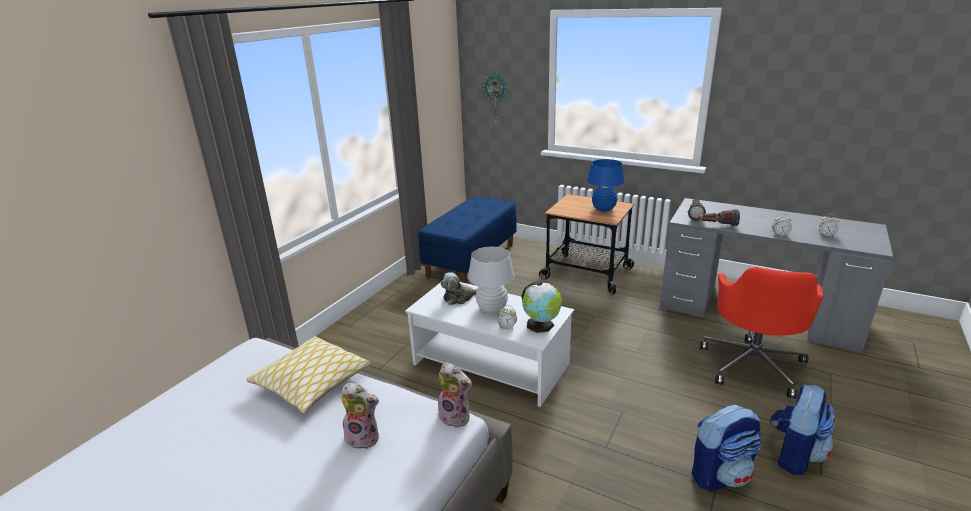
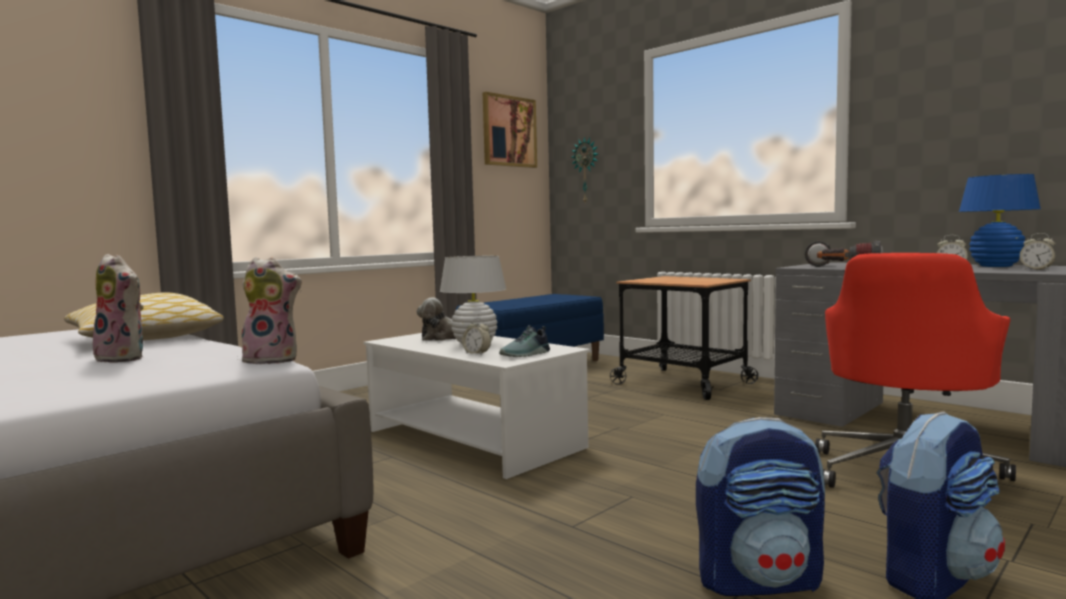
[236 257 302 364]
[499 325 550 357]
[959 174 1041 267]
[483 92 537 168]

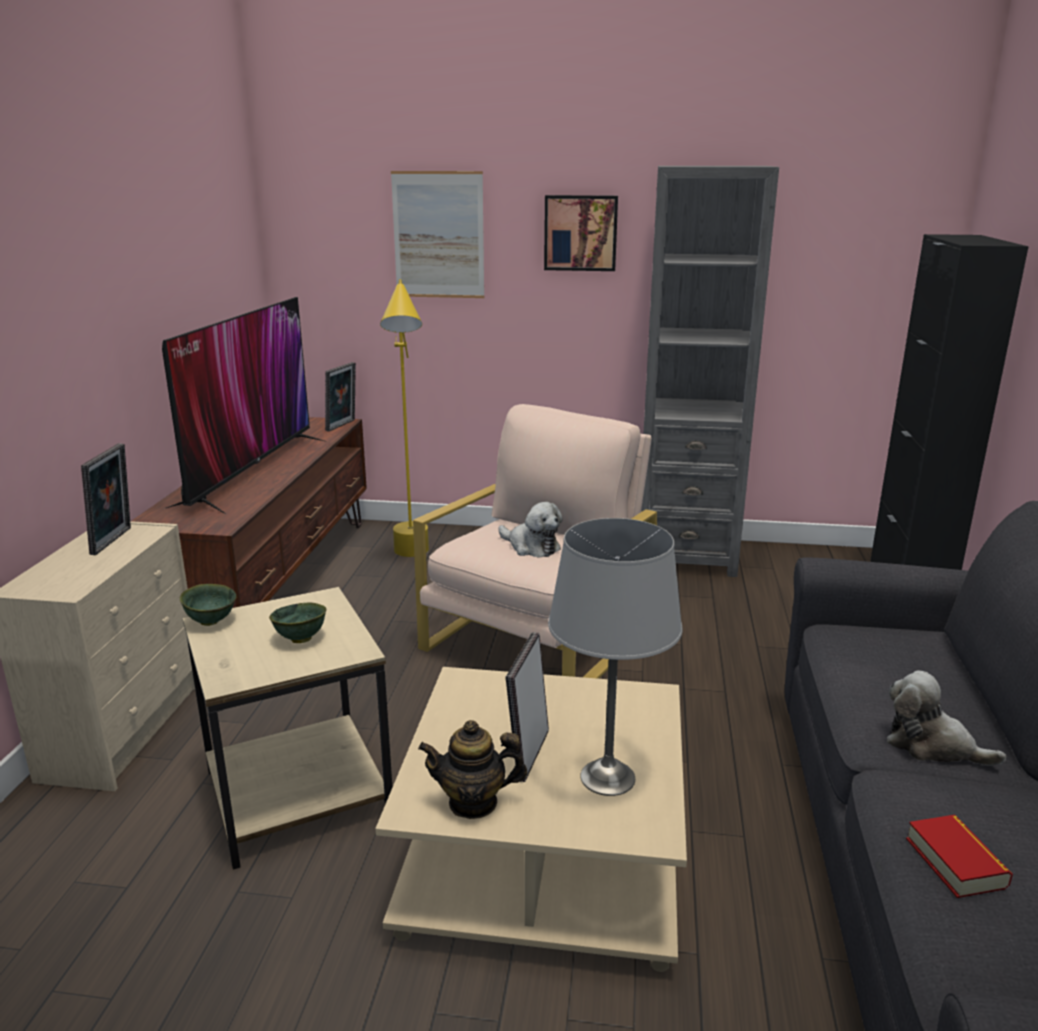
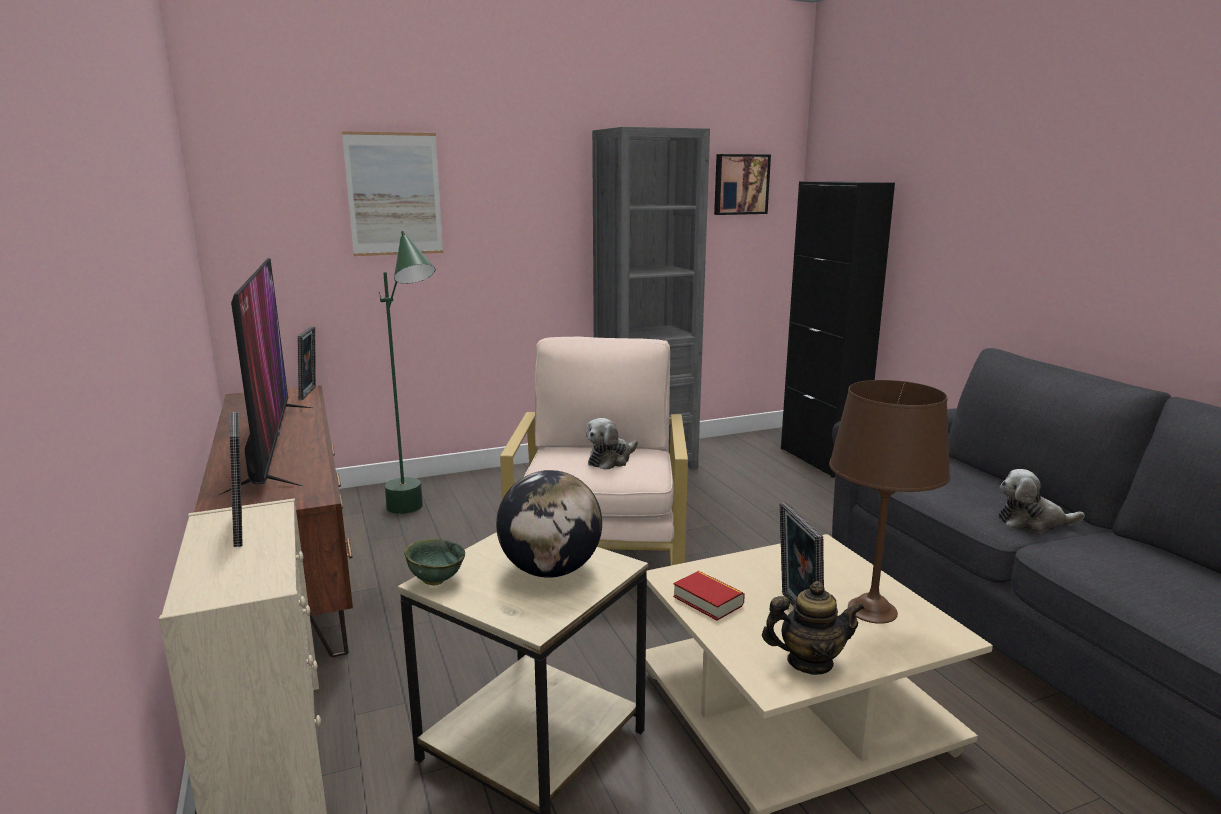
[496 470 602 578]
[379 231 435 514]
[762 581 865 675]
[586 418 638 470]
[714 154 771 215]
[829 380 950 624]
[673 571 745 621]

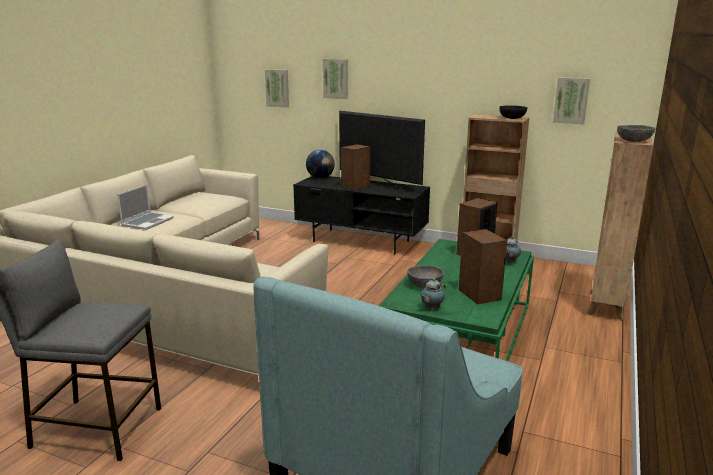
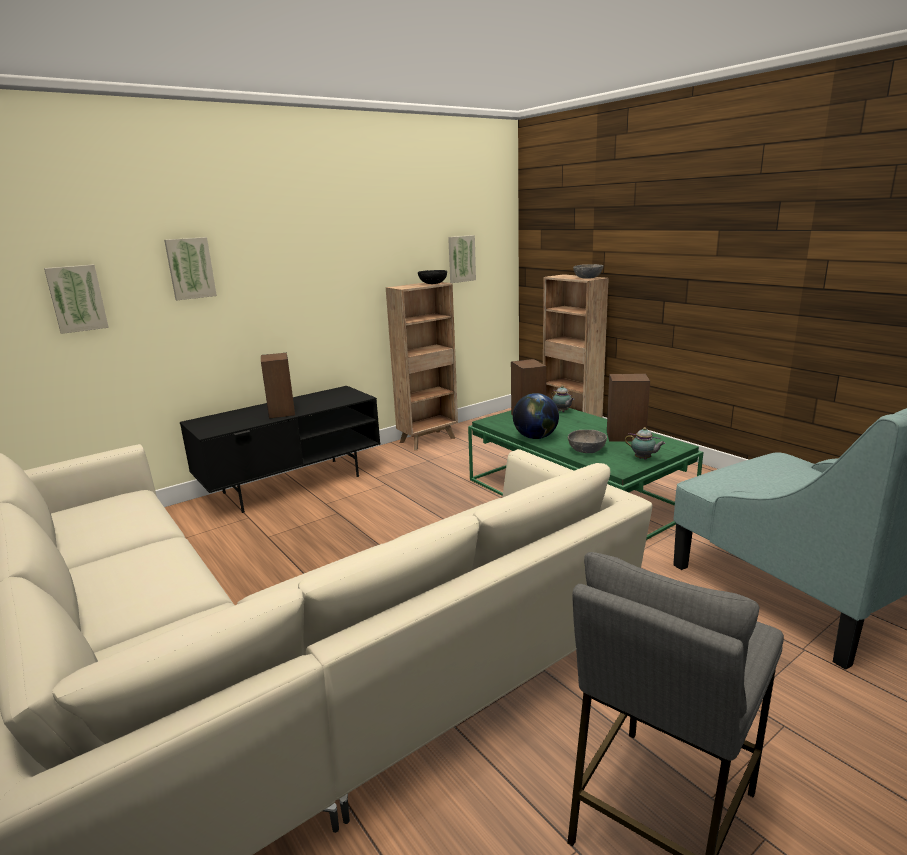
[117 185 174 230] (first image)
[513 393 559 439]
[339 111 425 190] (first image)
[625 427 665 460]

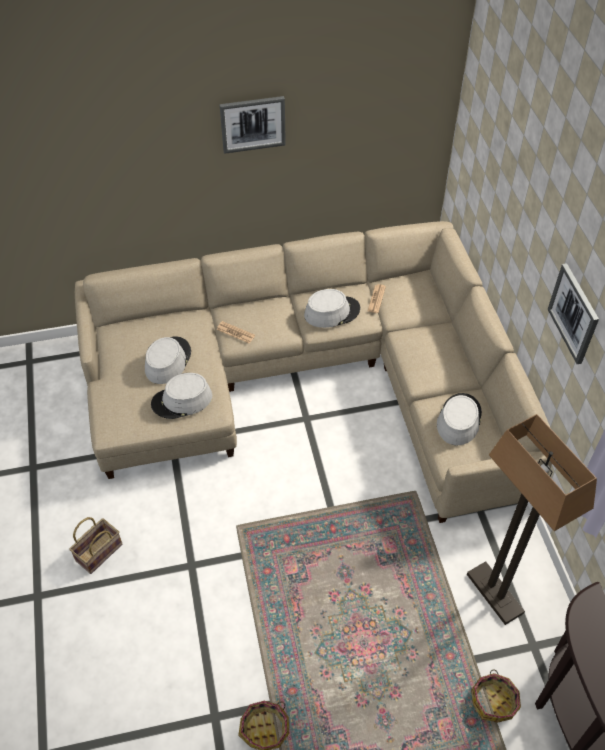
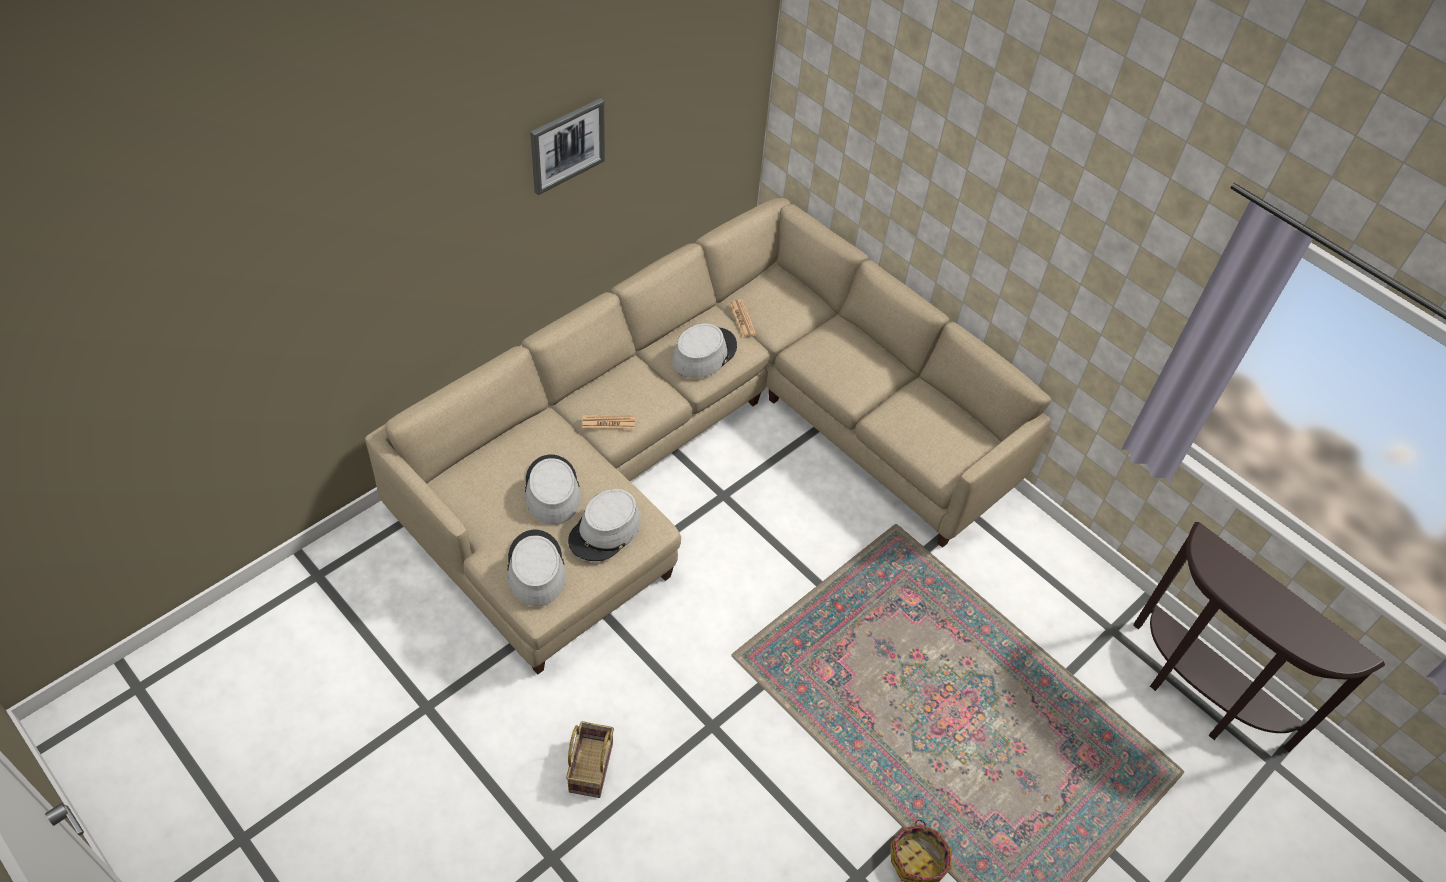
[507 530 566 606]
[467 414 597 625] (first image)
[471 670 521 723] (first image)
[548 263 599 364] (first image)

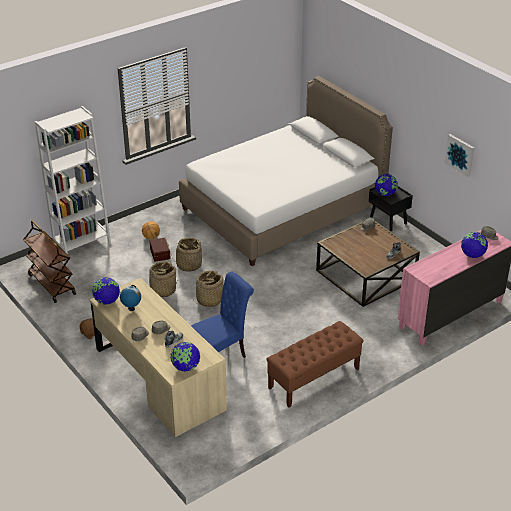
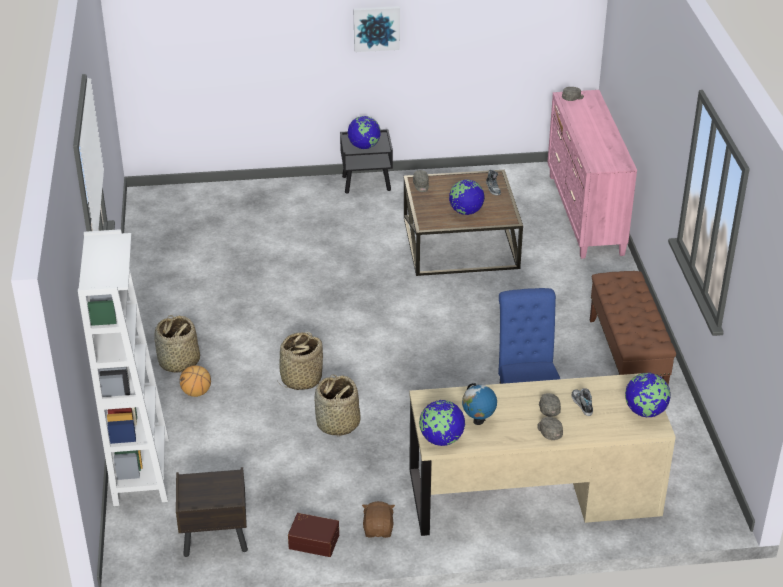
[176 467 248 557]
[288 513 339 557]
[179 76 393 266] (first image)
[154 315 200 373]
[354 6 400 52]
[449 179 485 215]

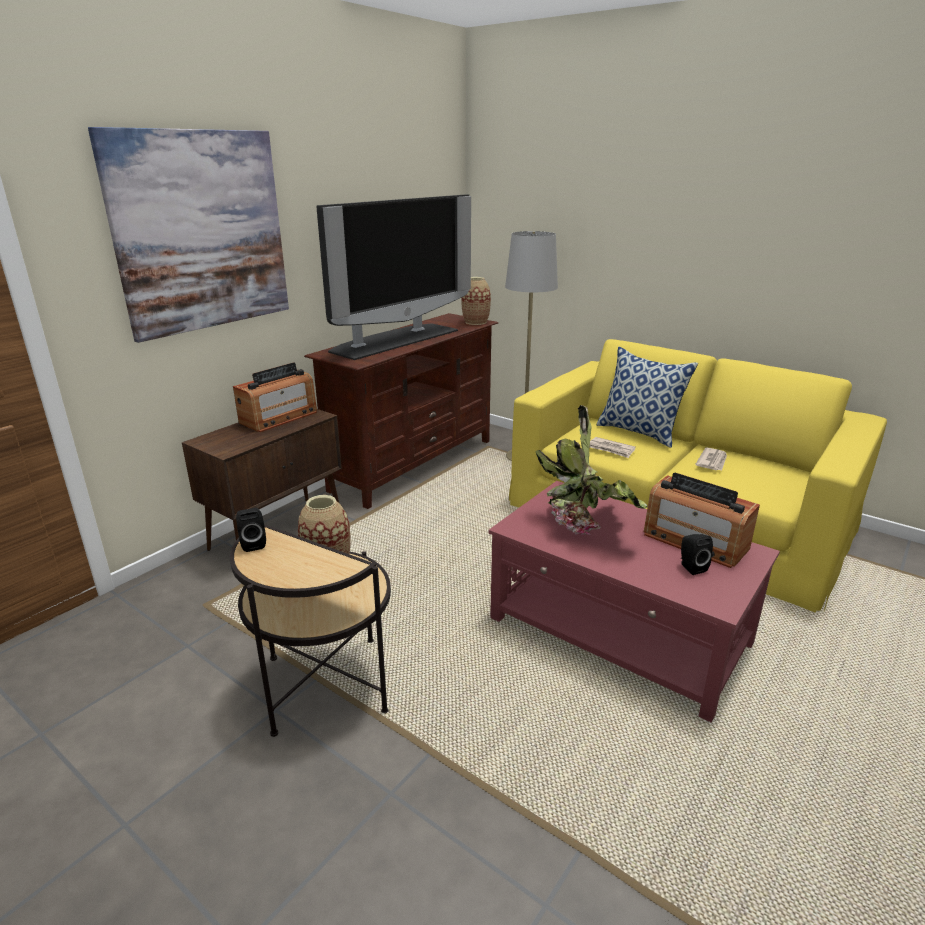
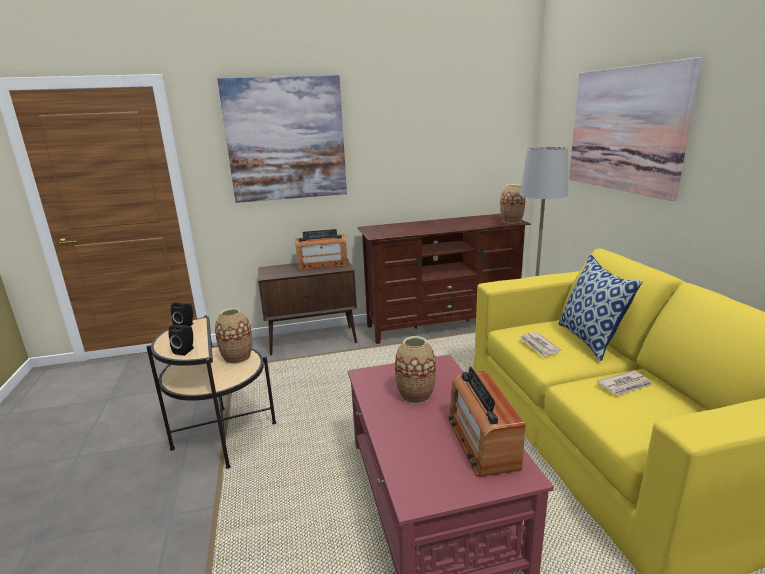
[317 194 471 360] (first image)
[395 336 436 404]
[168 325 194 356]
[569 57 702 201]

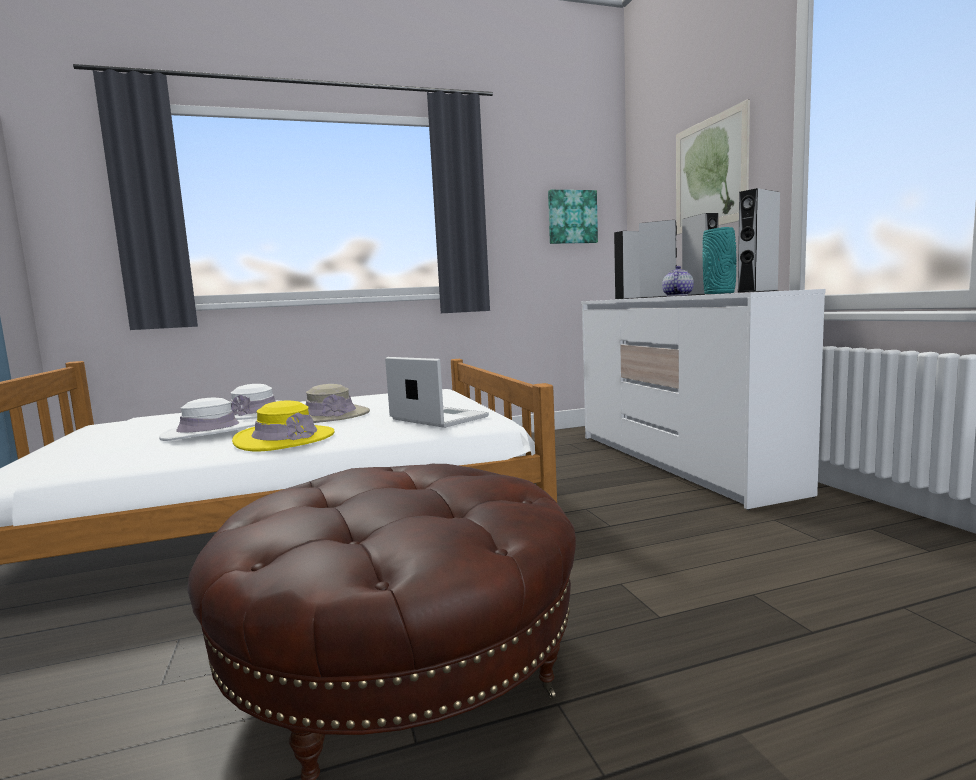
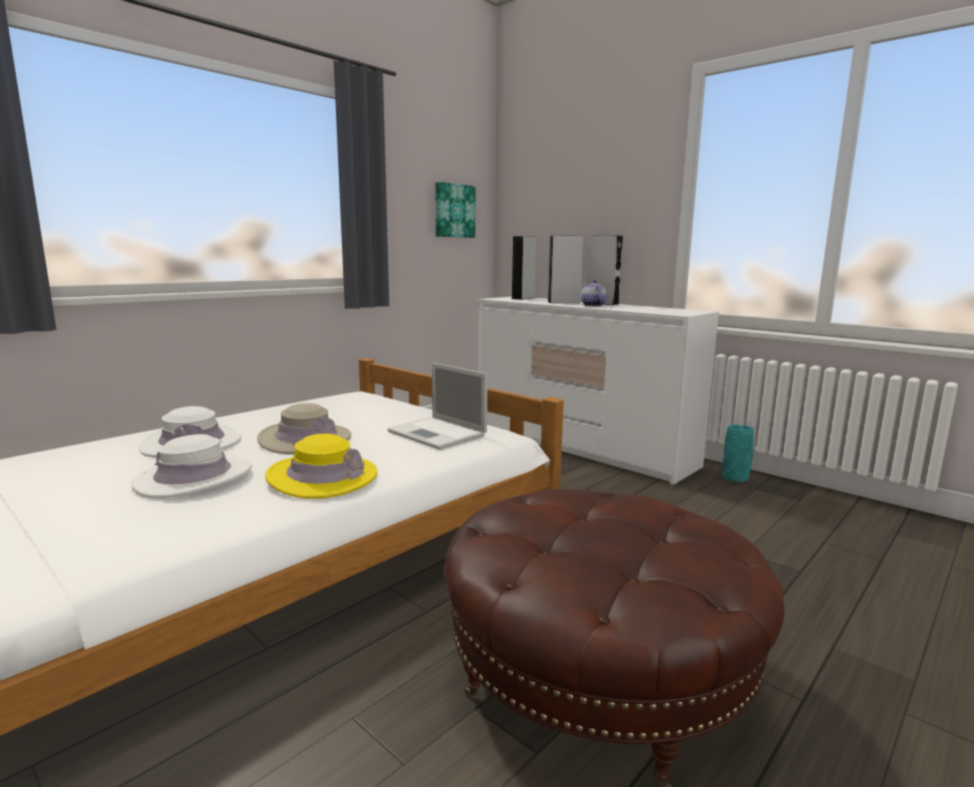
[387 363 488 450]
[676 99 750 234] (first image)
[723 424 754 482]
[737 188 780 293] (first image)

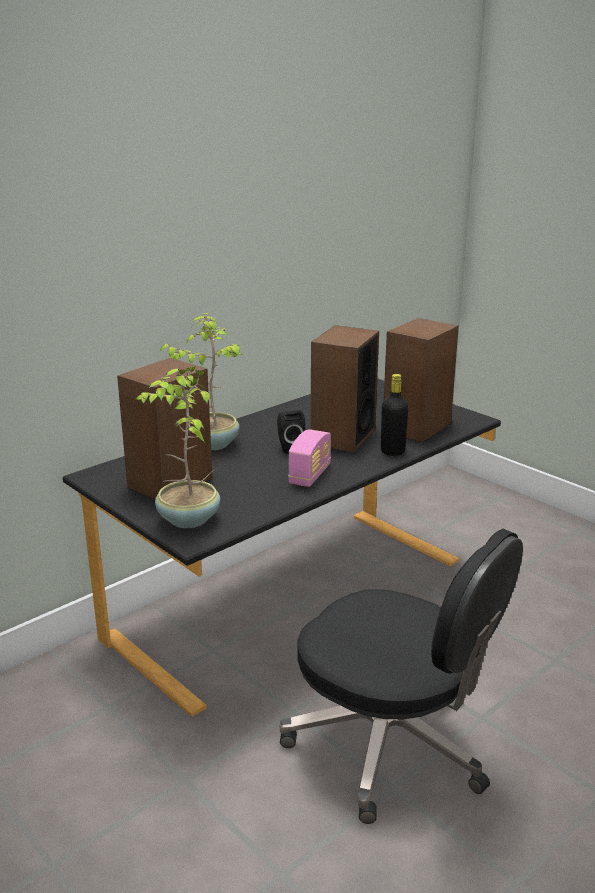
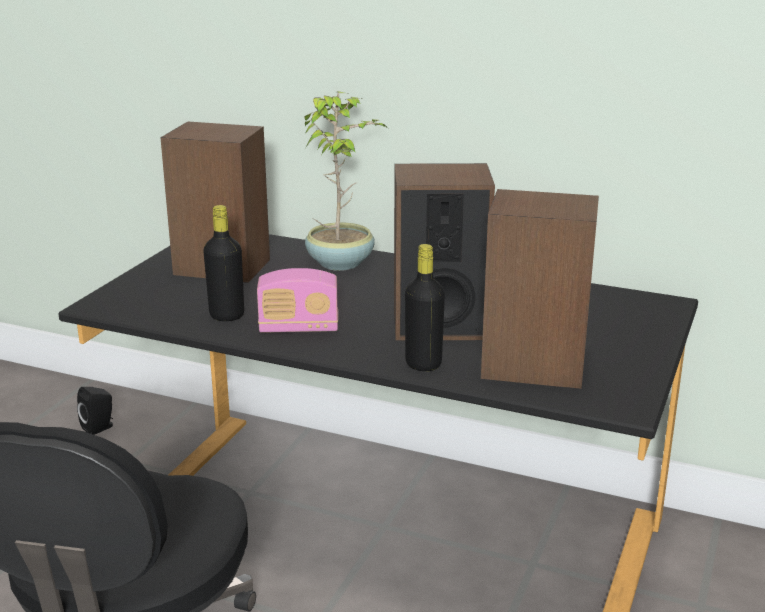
[136 366 220 528] (first image)
[77 387 113 435]
[203 205 244 321]

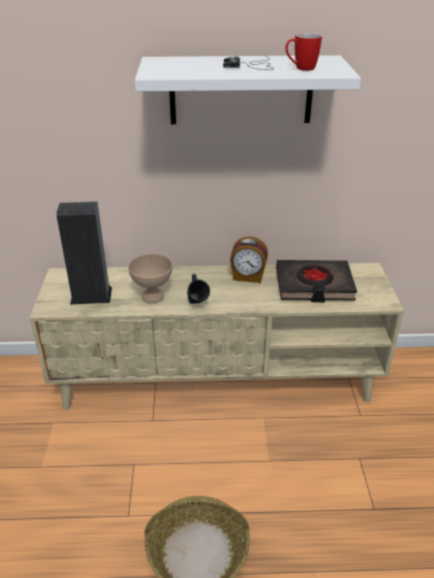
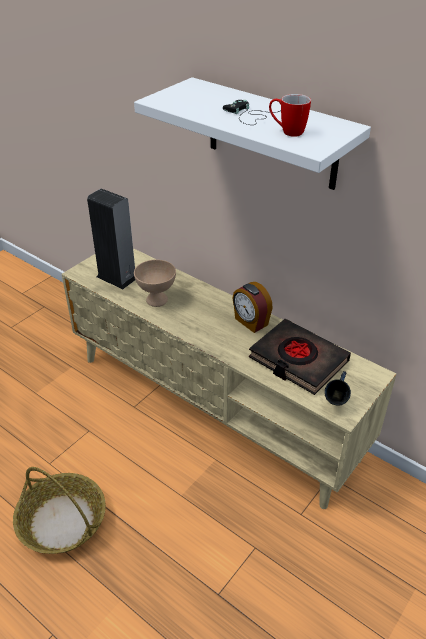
[324 371 351 406]

